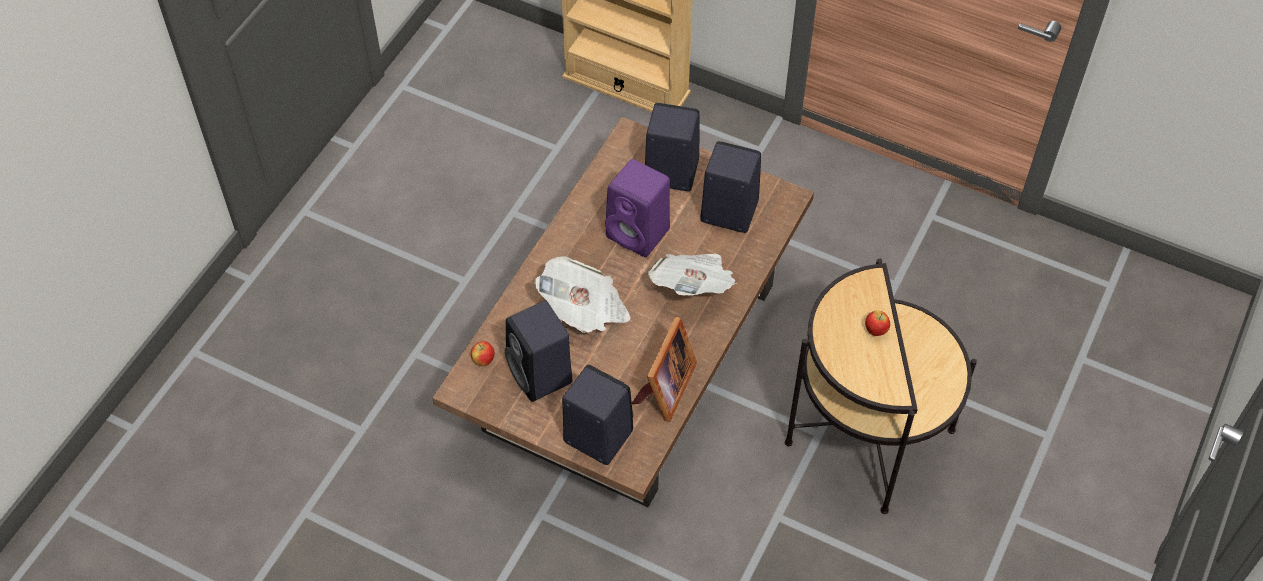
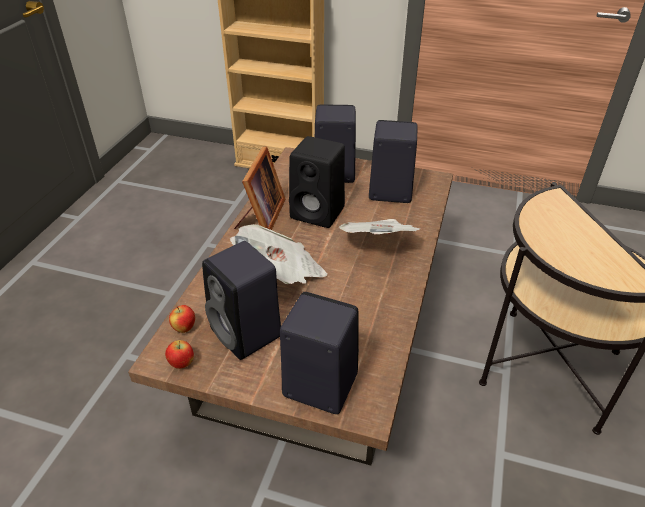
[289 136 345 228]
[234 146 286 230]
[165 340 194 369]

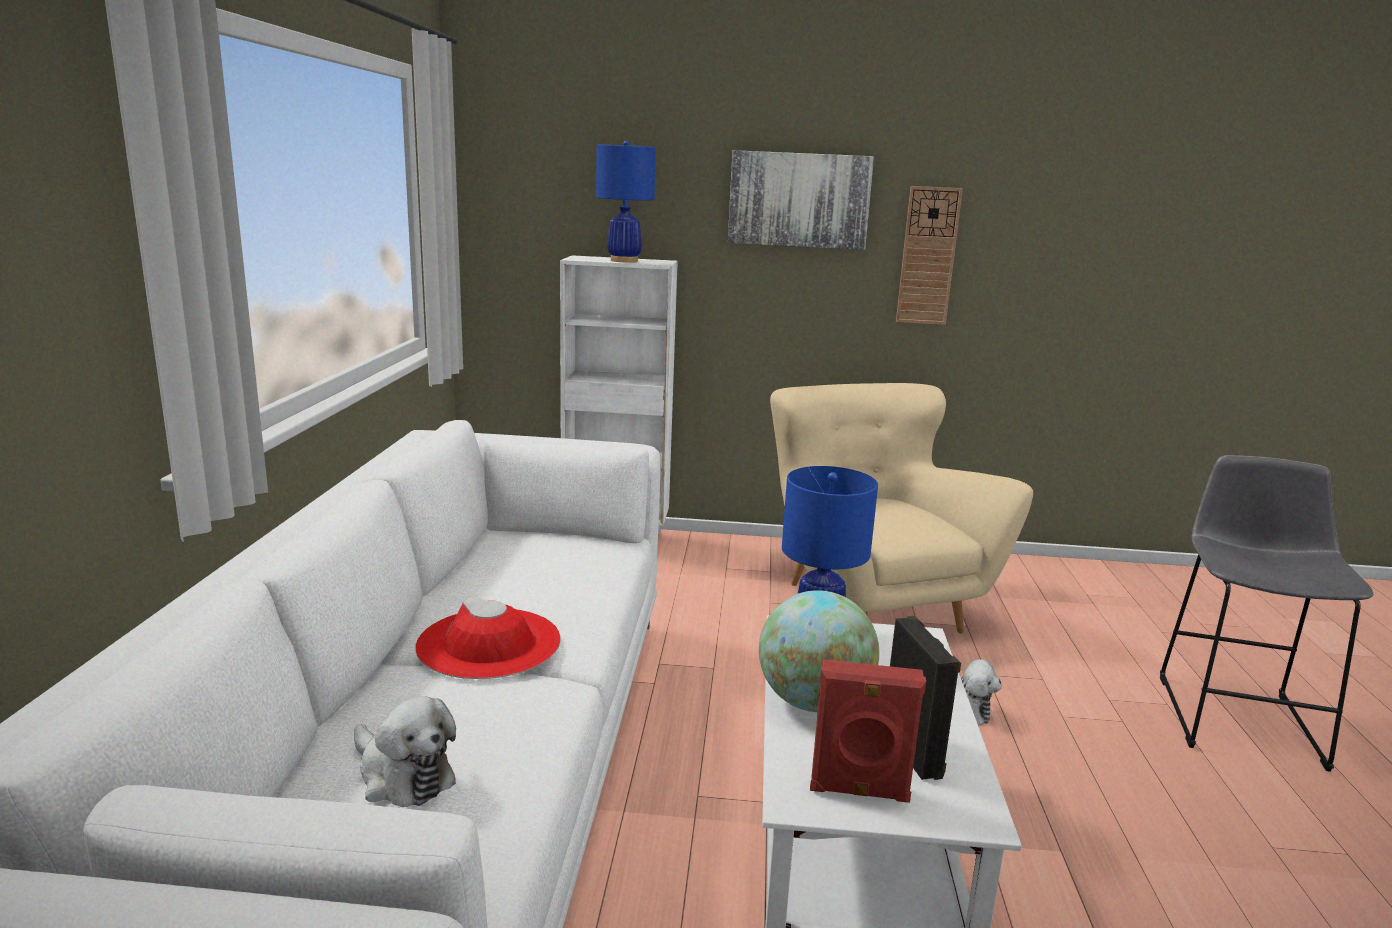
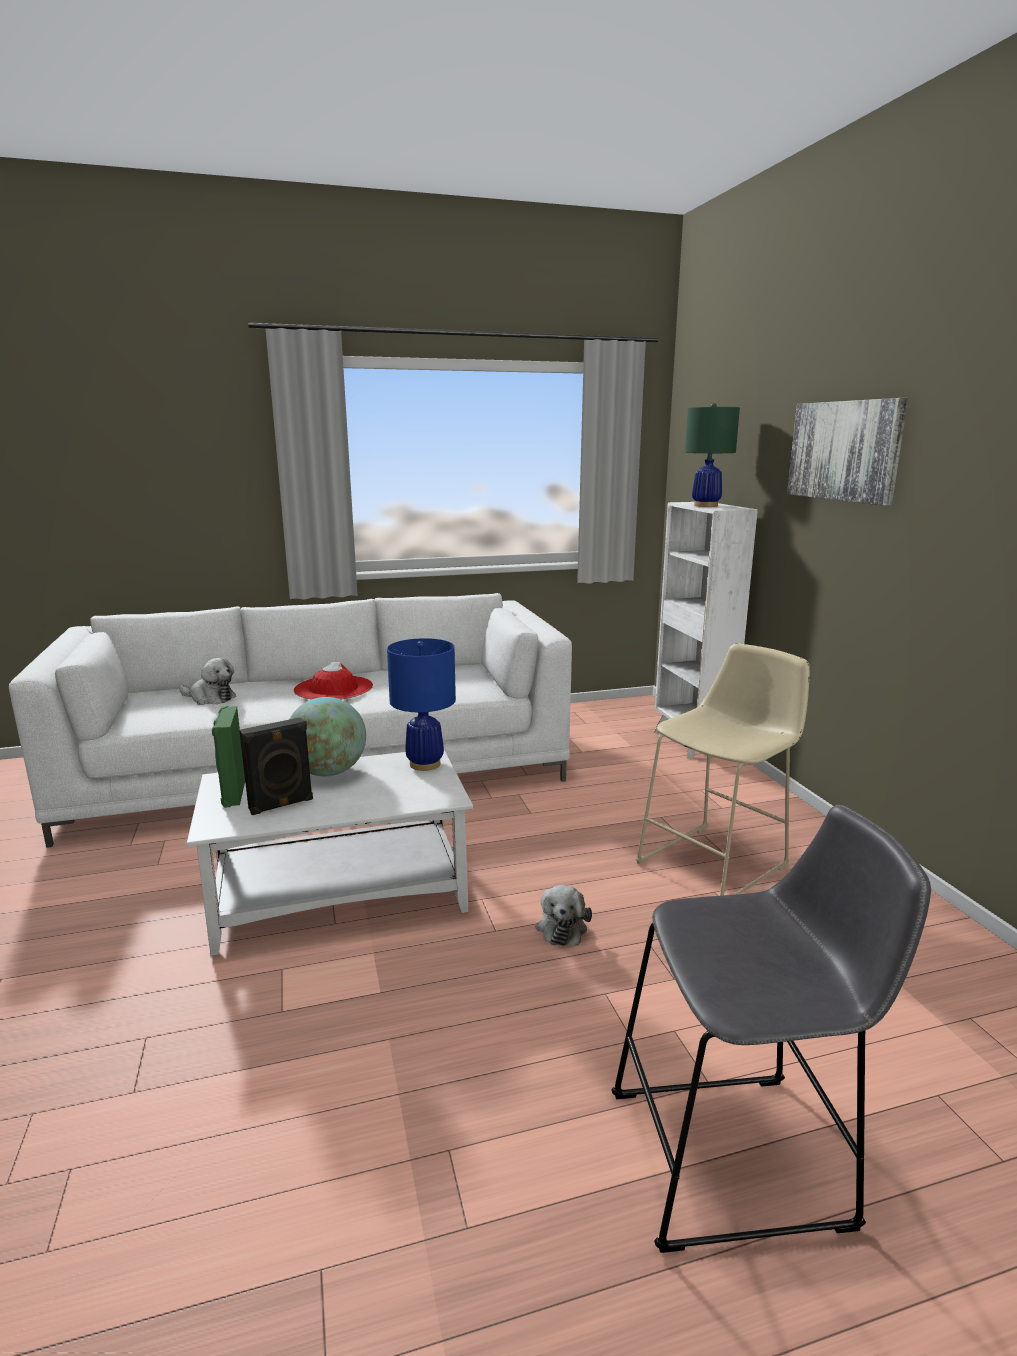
[179 658 236 705]
[685 403 740 507]
[635 643 810 896]
[212 706 245 808]
[896 186 963 325] (first image)

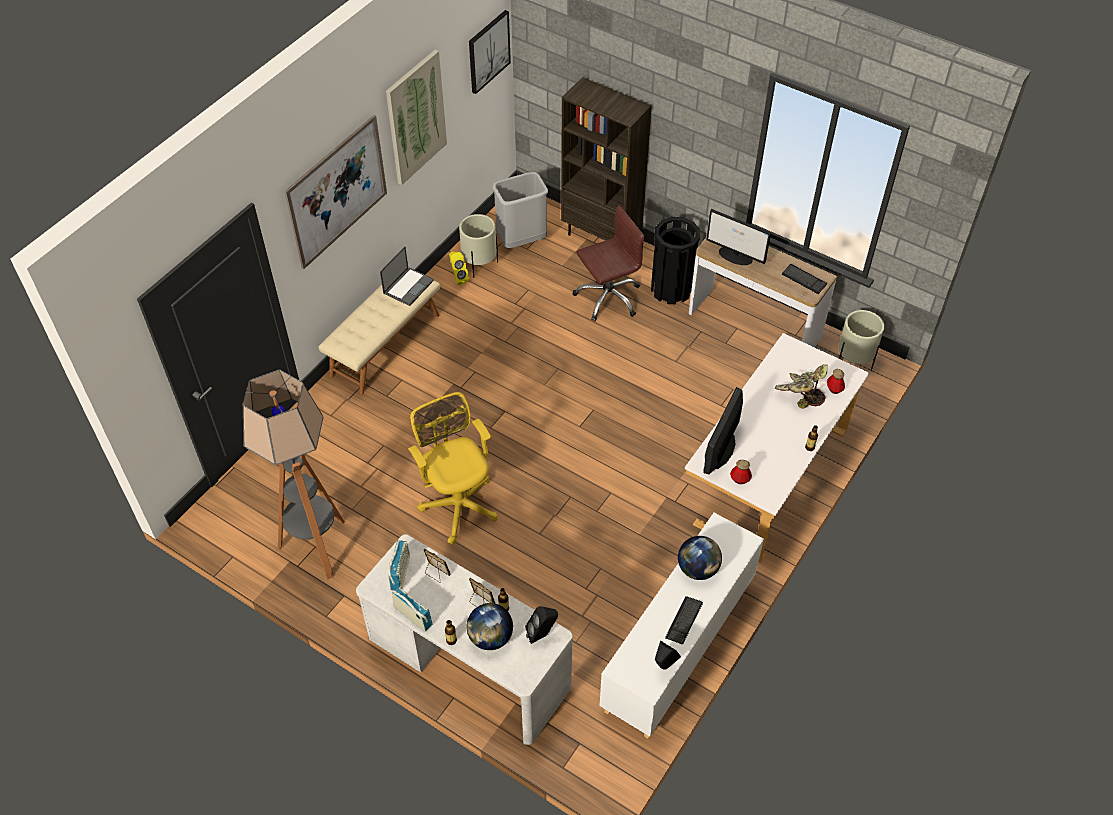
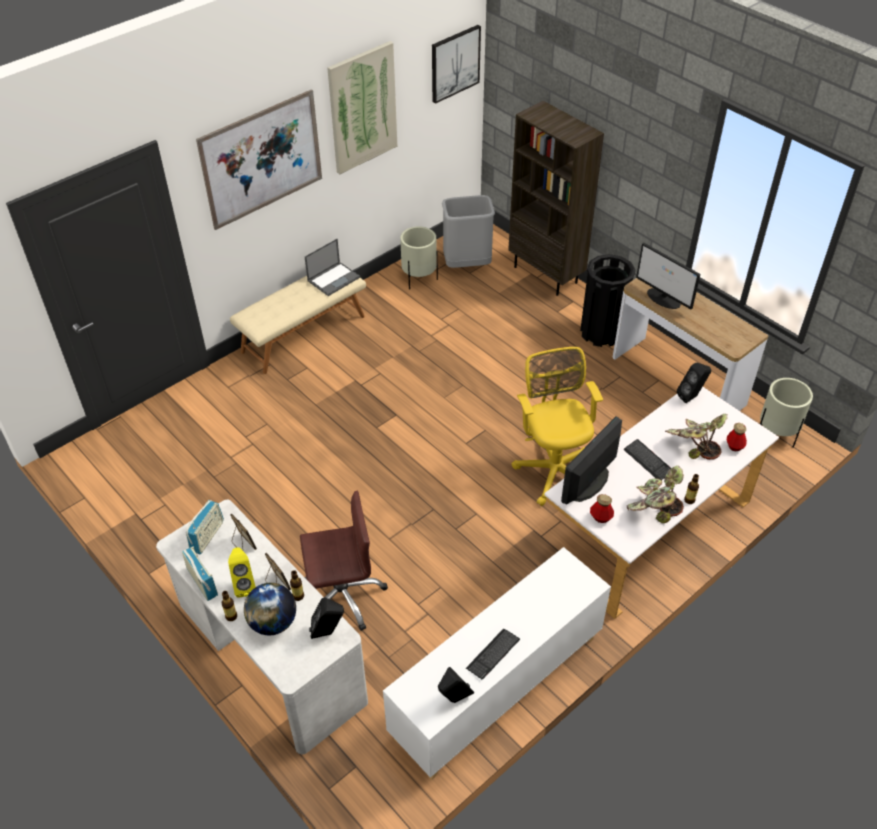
[243 370 345 579] (first image)
[512 347 603 506]
[228 547 256 598]
[300 491 388 631]
[678 536 722 580] (first image)
[623 439 671 480]
[627 466 684 523]
[677 363 711 403]

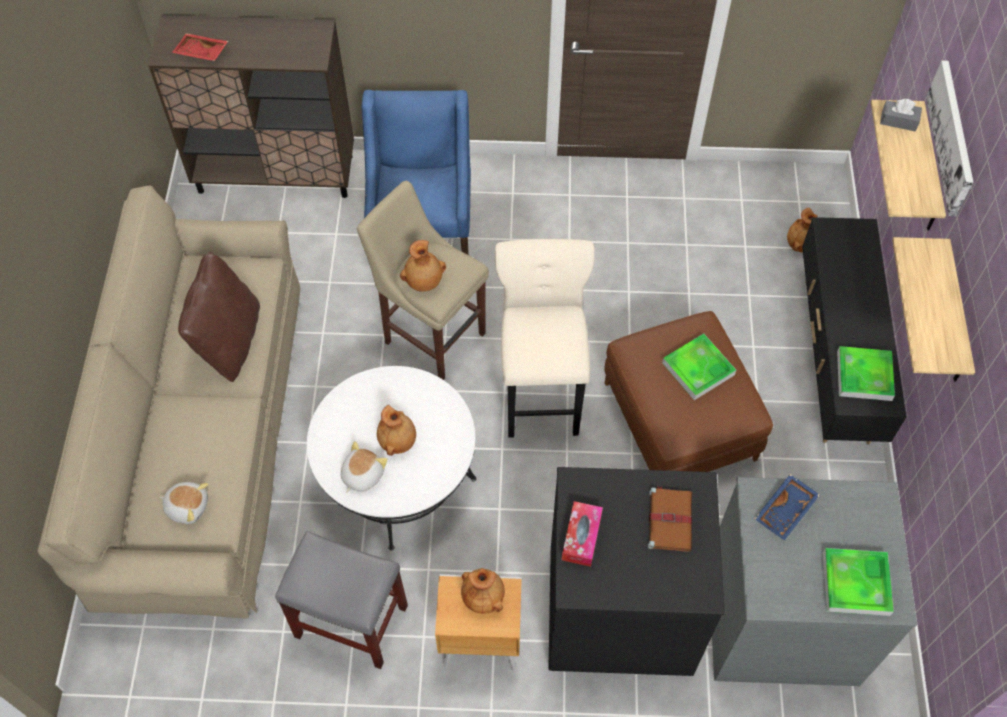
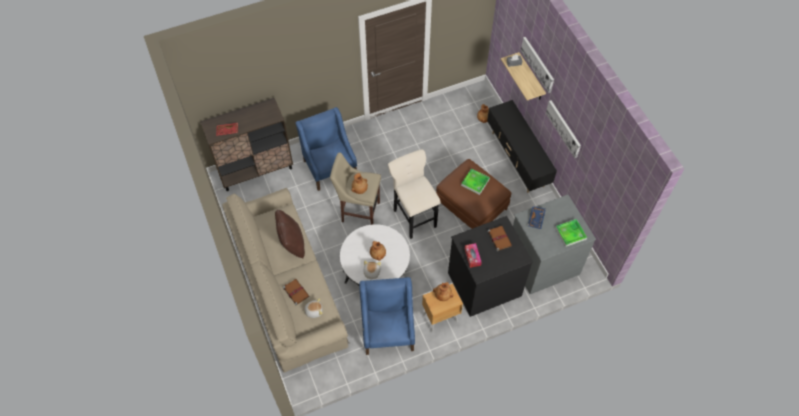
[360 277 415 355]
[837 346 895 401] (first image)
[546 100 581 158]
[283 279 309 306]

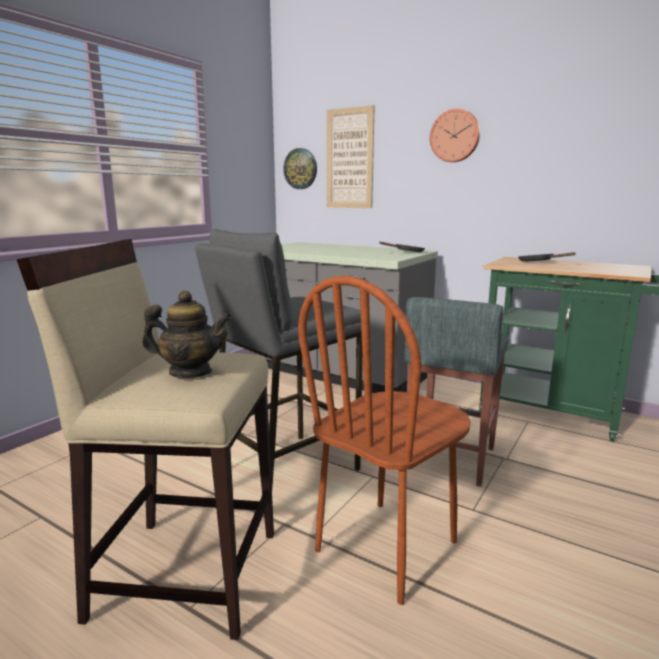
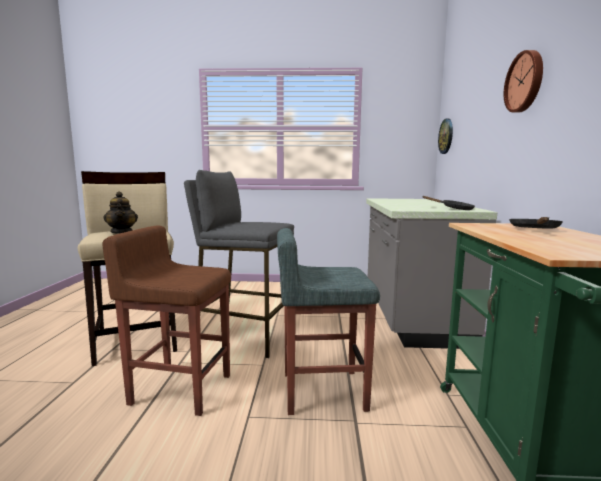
[102 225 231 416]
[327 105 375 208] (first image)

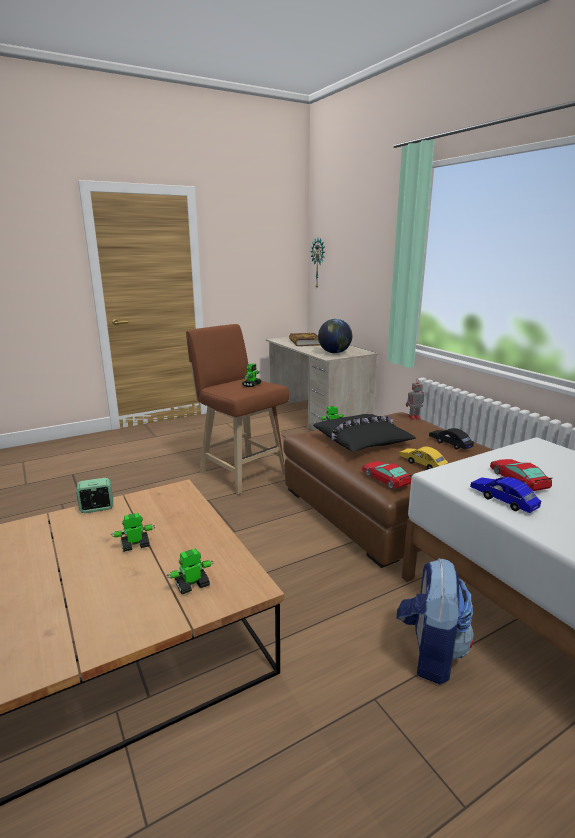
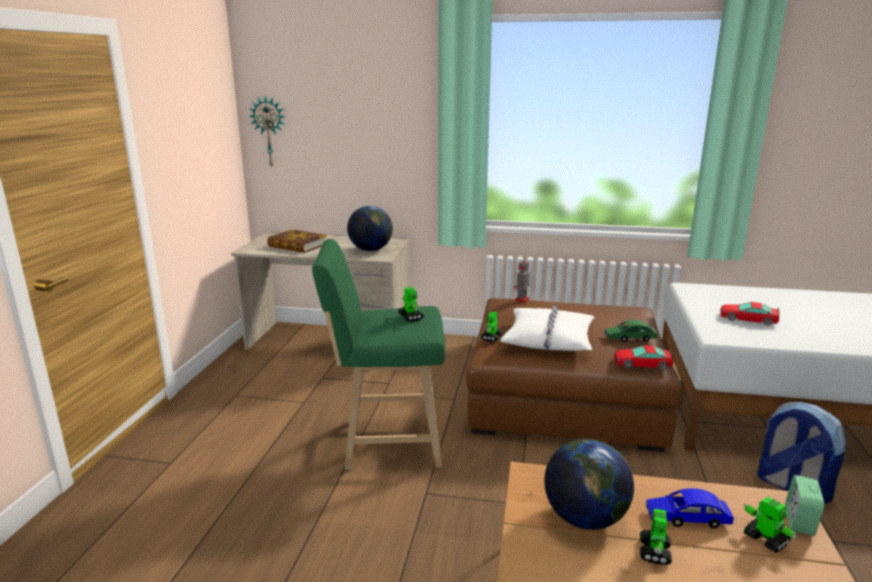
[785 475 824 536]
[744 497 798 553]
[312 239 445 470]
[500 304 595 351]
[604 320 658 342]
[429 428 474 450] (first image)
[646 488 734 529]
[544 439 634 530]

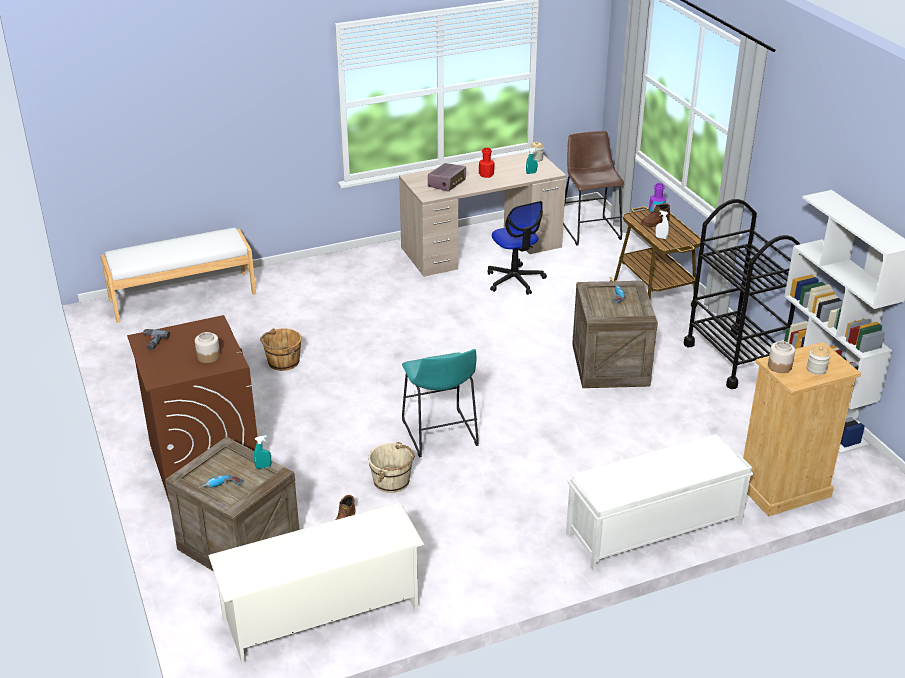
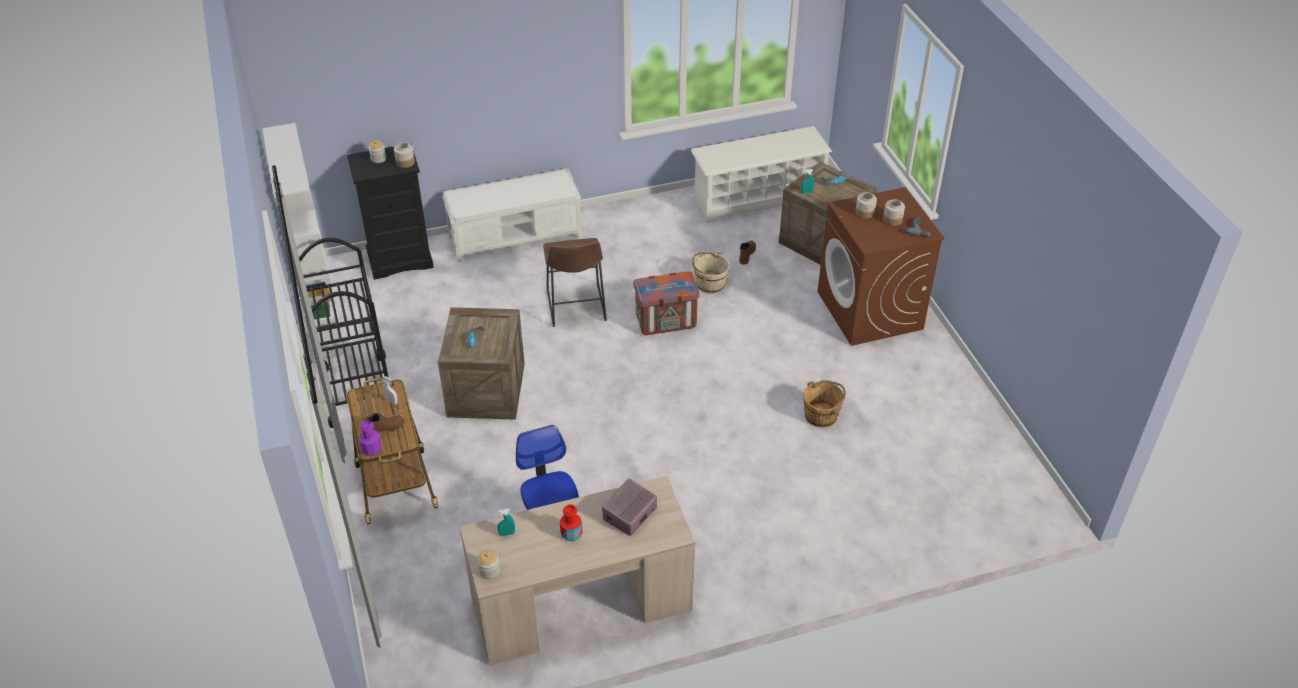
[101 228 256 323] (first image)
[634 271 700 335]
[543 238 607 327]
[347 146 434 280]
[883 199 905 226]

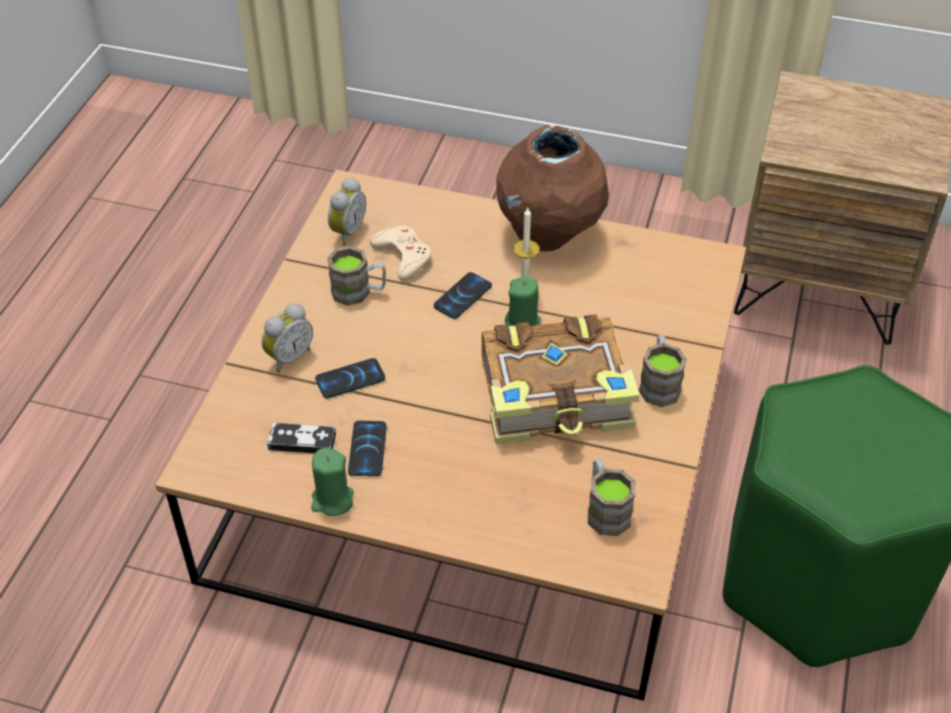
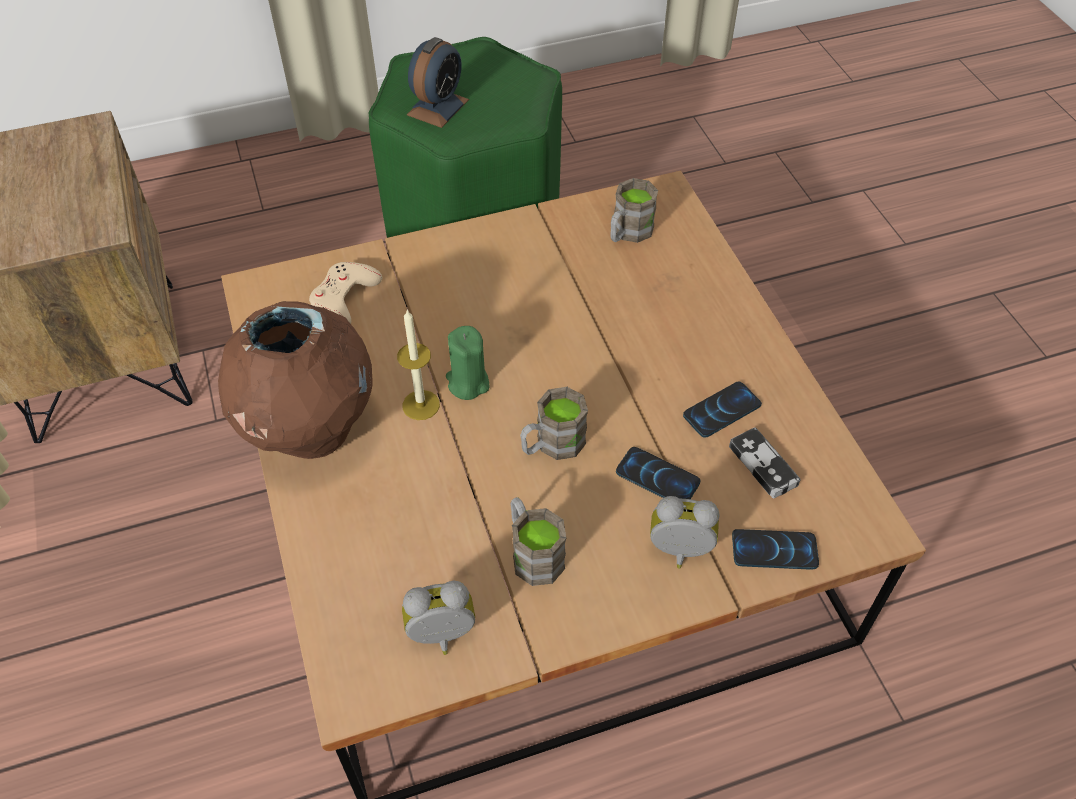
[311 448 354 516] (first image)
[309 262 382 324]
[732 529 819 570]
[482 314 639 444] (first image)
[520 387 588 460]
[407 37 469 128]

